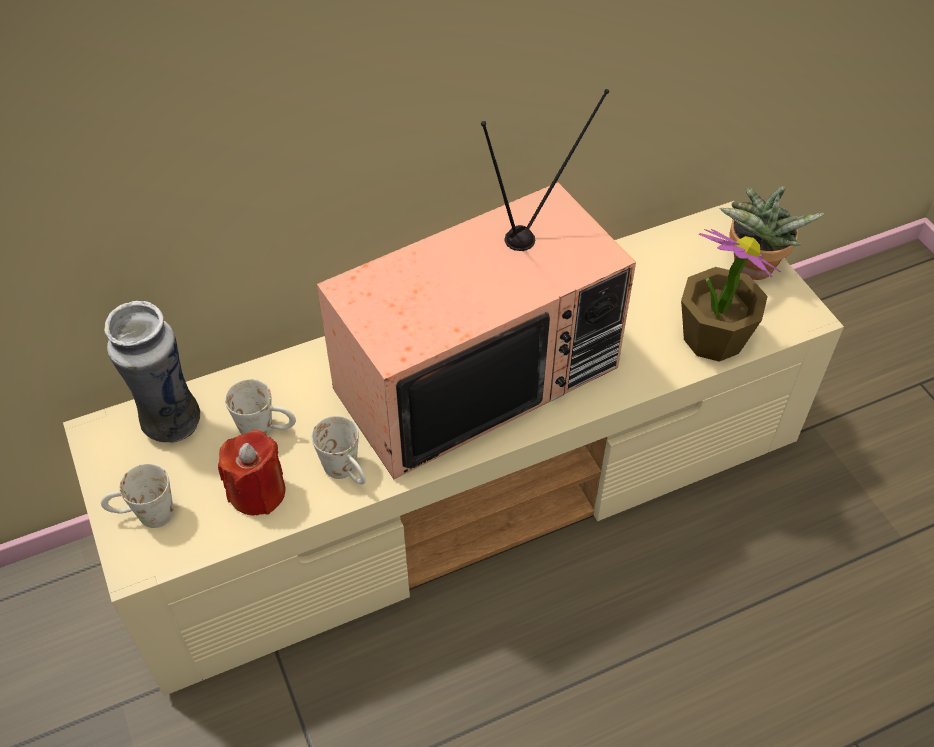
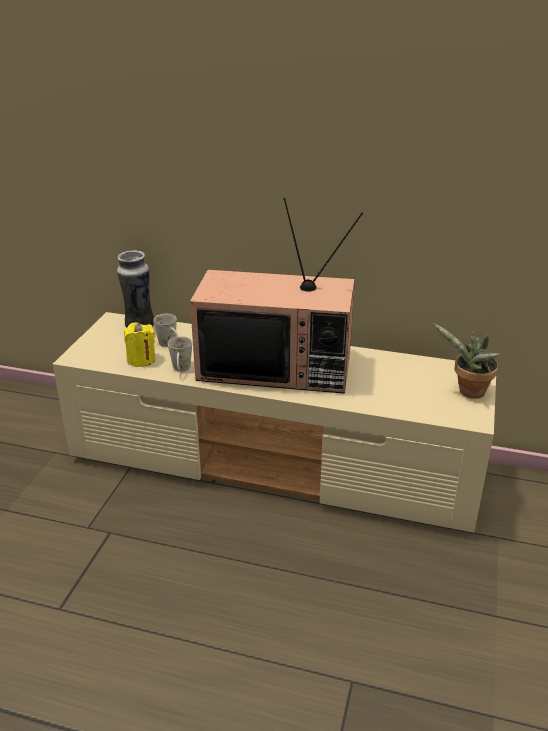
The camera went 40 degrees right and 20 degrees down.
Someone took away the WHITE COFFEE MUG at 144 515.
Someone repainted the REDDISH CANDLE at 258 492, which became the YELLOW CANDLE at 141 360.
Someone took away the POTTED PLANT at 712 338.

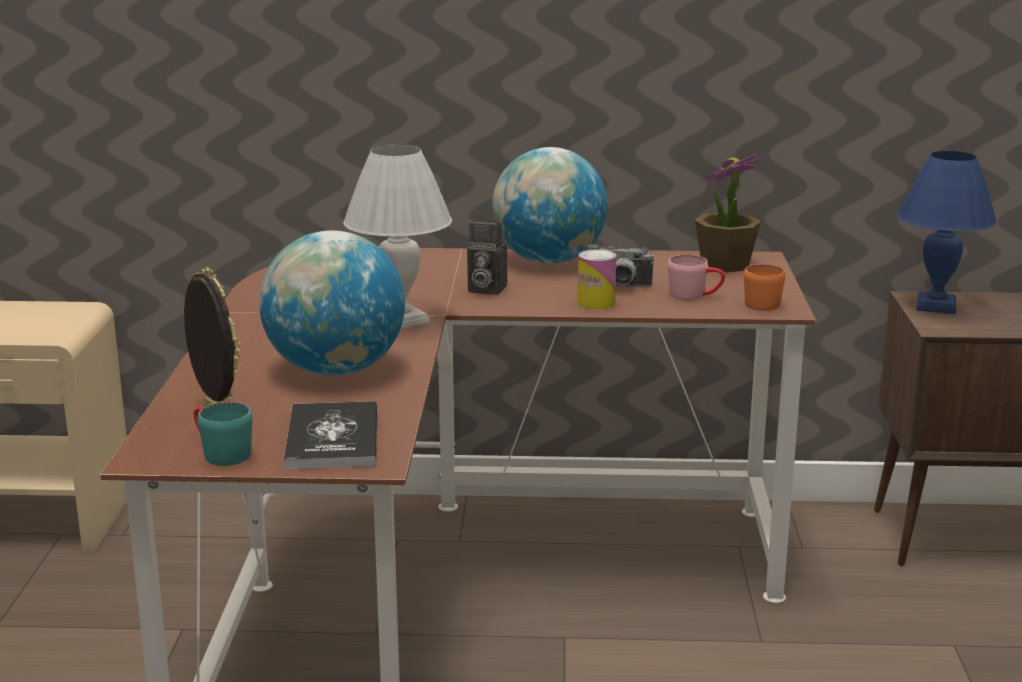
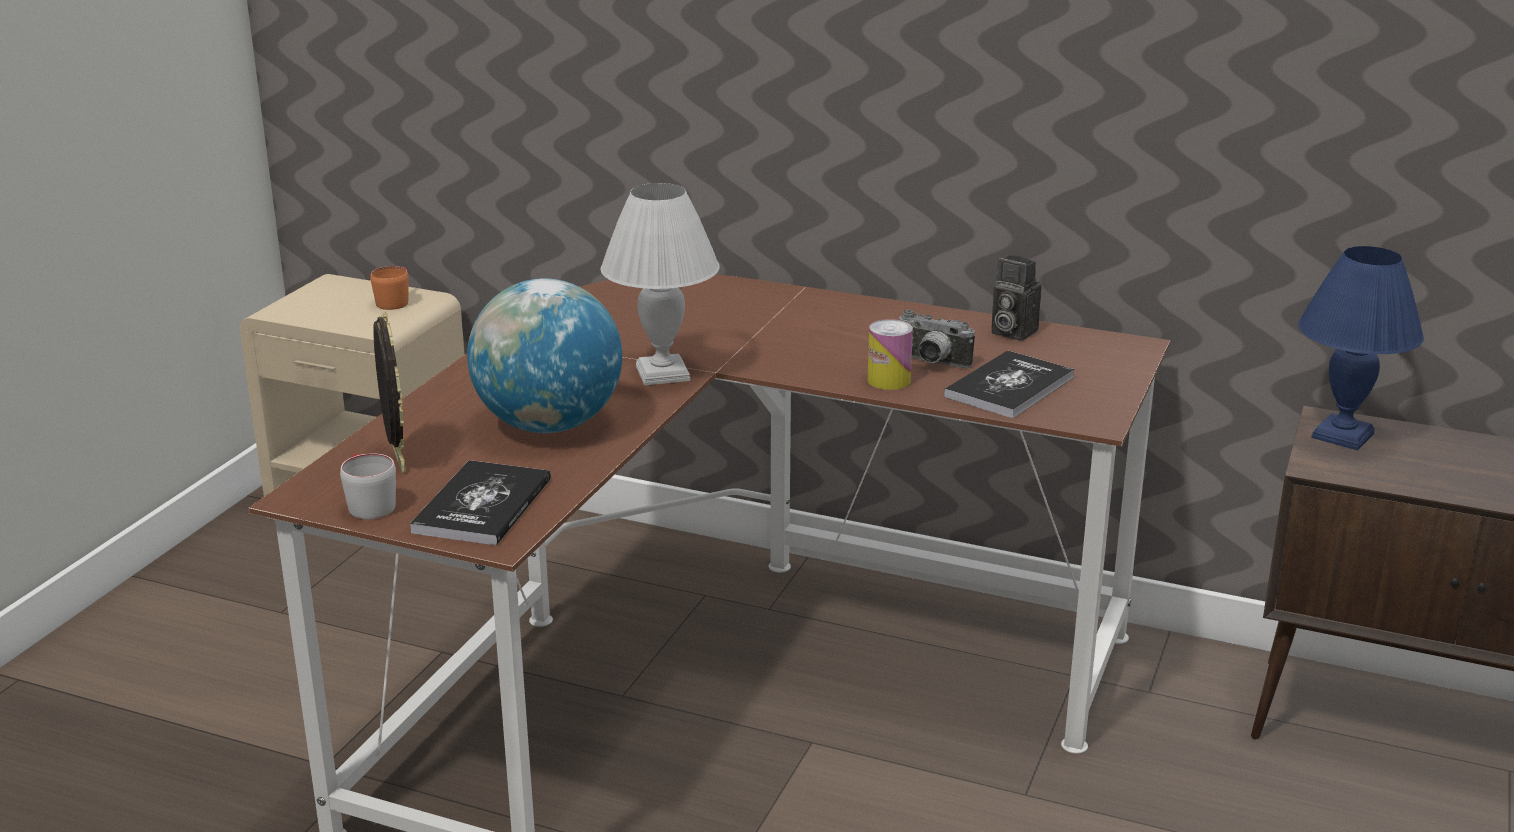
The camera went 20 degrees right and 5 degrees up.
Someone repainted the TURQUOISE-COLOURED COFFEE MUG at 220 453, which became the GREYISH COFFEE MUG at 368 503.
Someone carried the STILL CAMERA from 484 289 to 1010 332.
Someone took away the WORLD GLOBE at 549 261.
Someone swapped the PINK-COLOURED COFFEE MUG at 695 295 for the BOOK at 1009 387.
Someone took away the POTTED PLANT at 725 265.
Someone carried the ORANGE COFFEE MUG from 759 302 to 395 301.

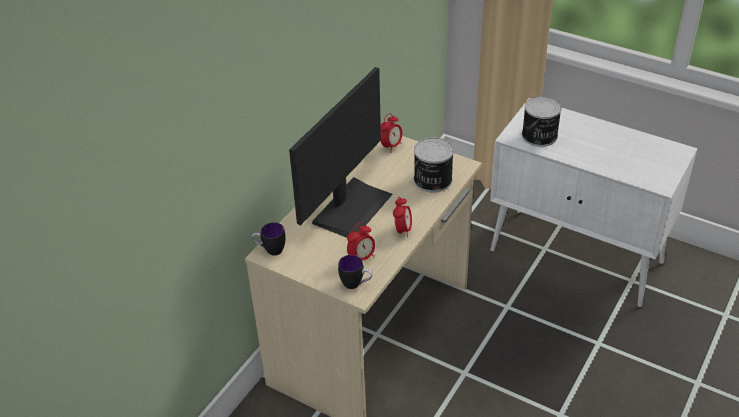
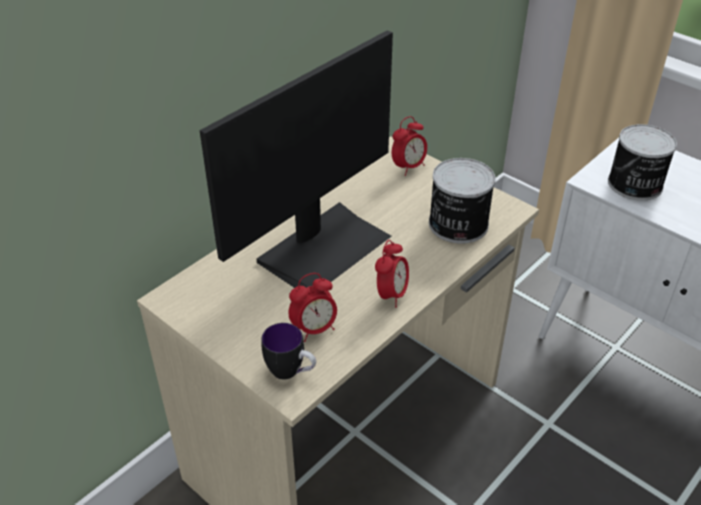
The camera went 10 degrees right and 0 degrees up.
Someone took away the COFFEE MUG at 270 250.

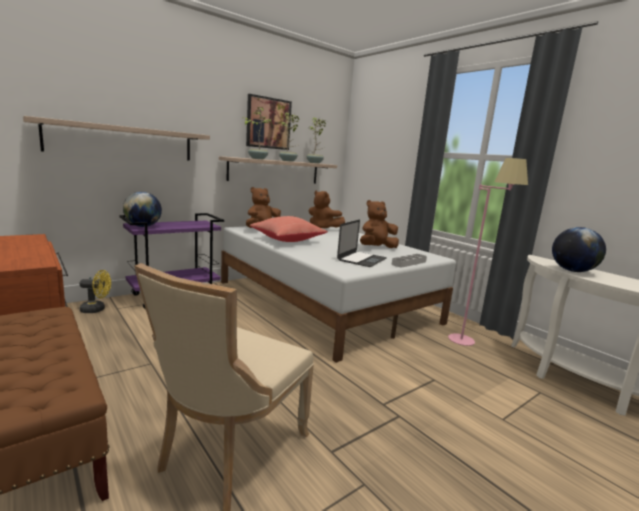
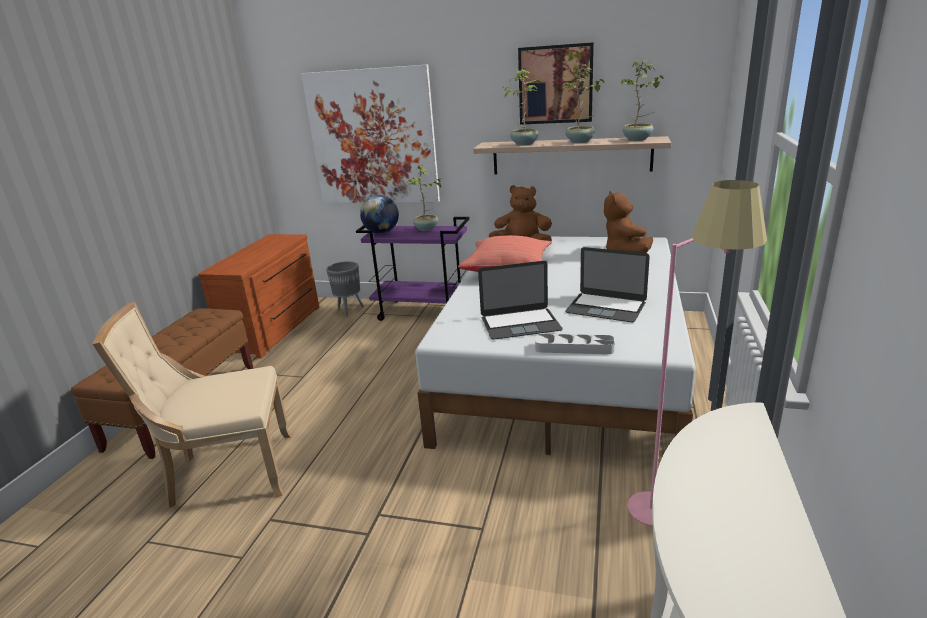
The camera went 55 degrees right and 10 degrees up.
Someone swapped the BRACKET SHELF at 122 142 for the PICTURE at 373 138.
Someone swapped the YELLOW ELECTRIC FAN at 96 309 for the GREYISH PLANTER at 349 310.
Someone swapped the BROWN-COLOURED PLUSH TOY at 376 248 for the LAPTOP at 606 307.
Someone took away the WORLD GLOBE at 572 271.
Someone put down the POTTED PLANT at 426 229.

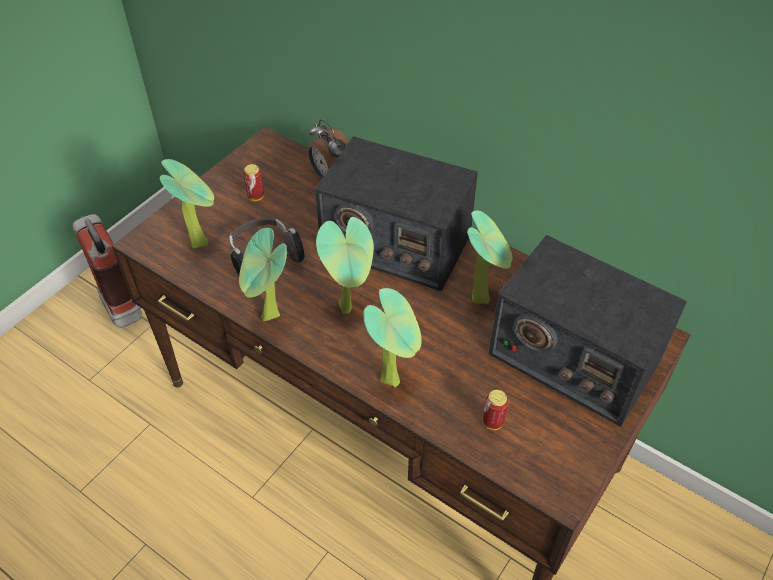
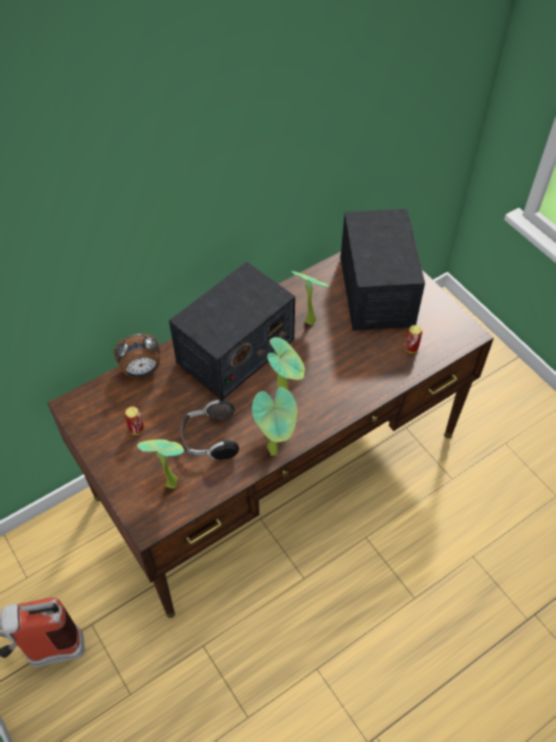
The camera went 70 degrees left and 5 degrees up.
Someone took away the POTTED PLANT at 394 379.
Someone rotated the RADIO at 572 357 by 60 degrees counterclockwise.

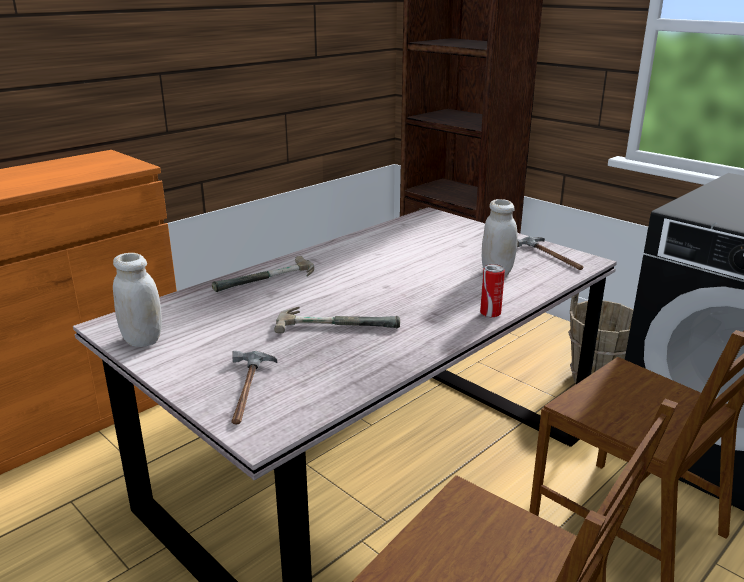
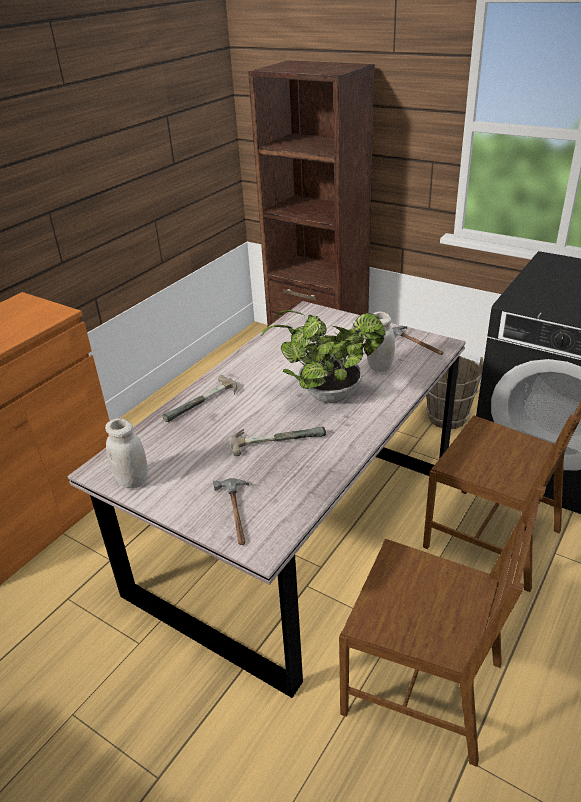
The camera went 10 degrees left and 10 degrees up.
Someone took away the METAL CAN at 490 313.
Someone put down the POTTED PLANT at 325 395.

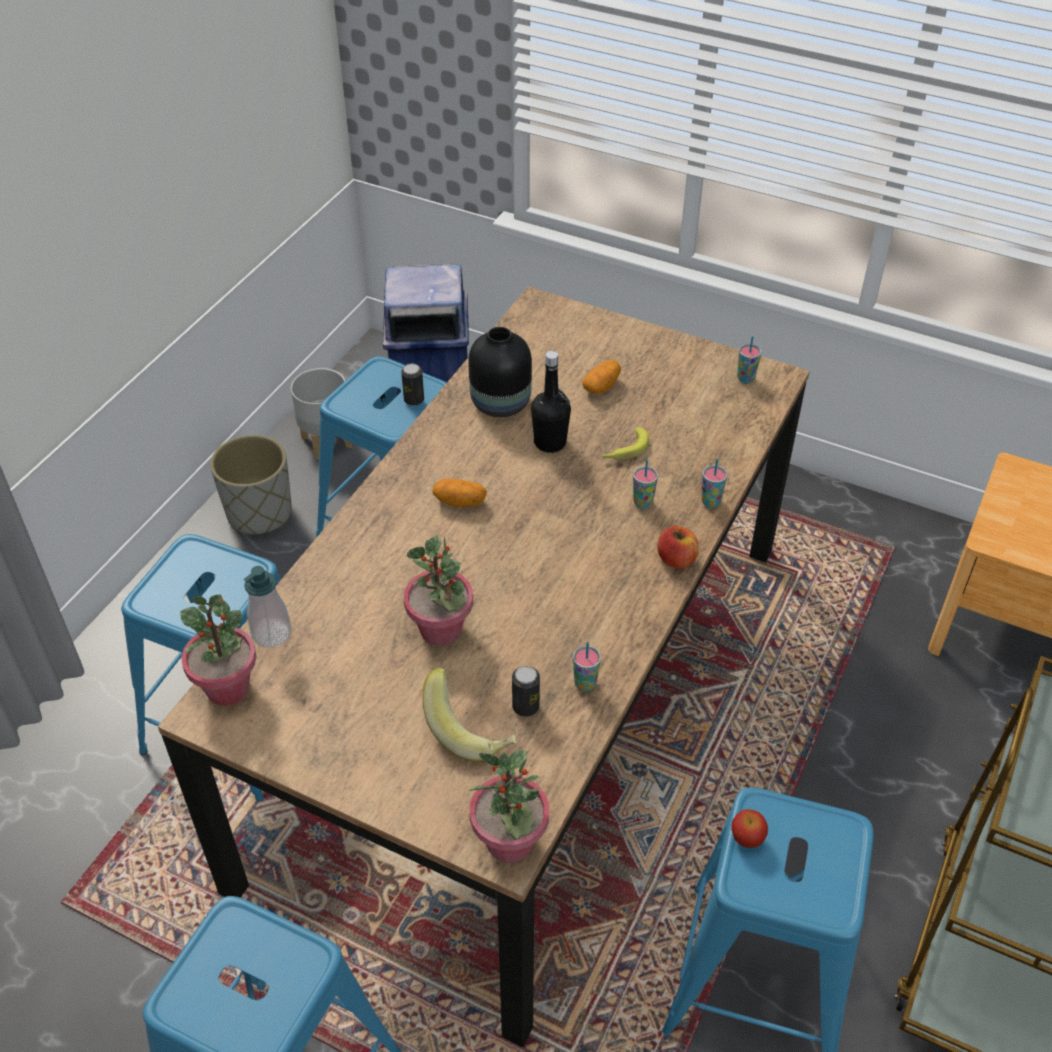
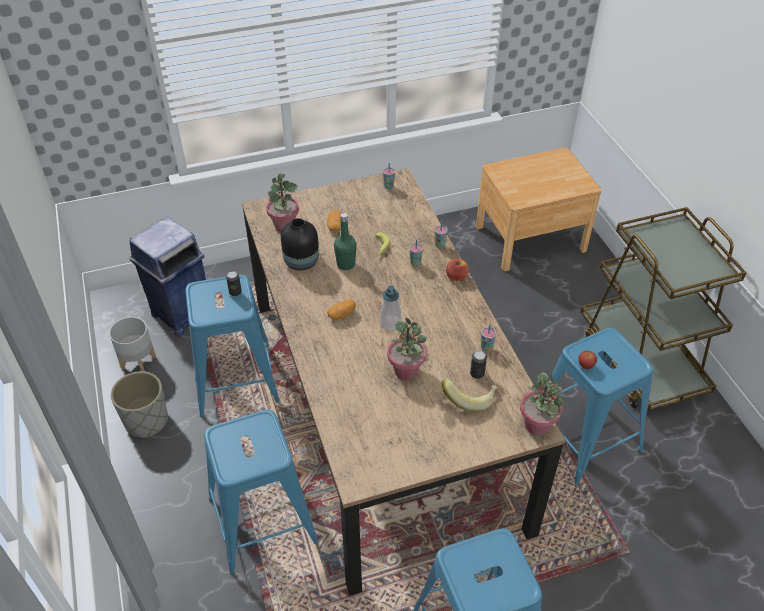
The camera went 45 degrees left and 0 degrees up.
Someone carried the POTTED PLANT from 228 688 to 284 226.
Someone carried the SOAP BOTTLE from 271 633 to 390 323.
Someone repainted the BLACK-COLOURED BEVERAGE BOTTLE at 550 443, which became the GREENISH BEVERAGE BOTTLE at 346 264.

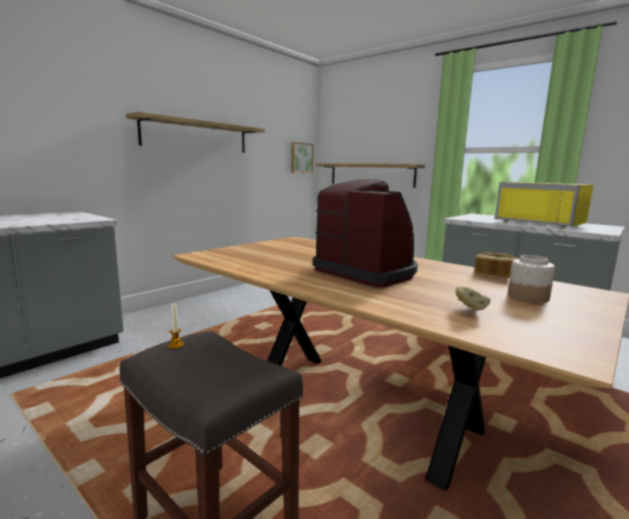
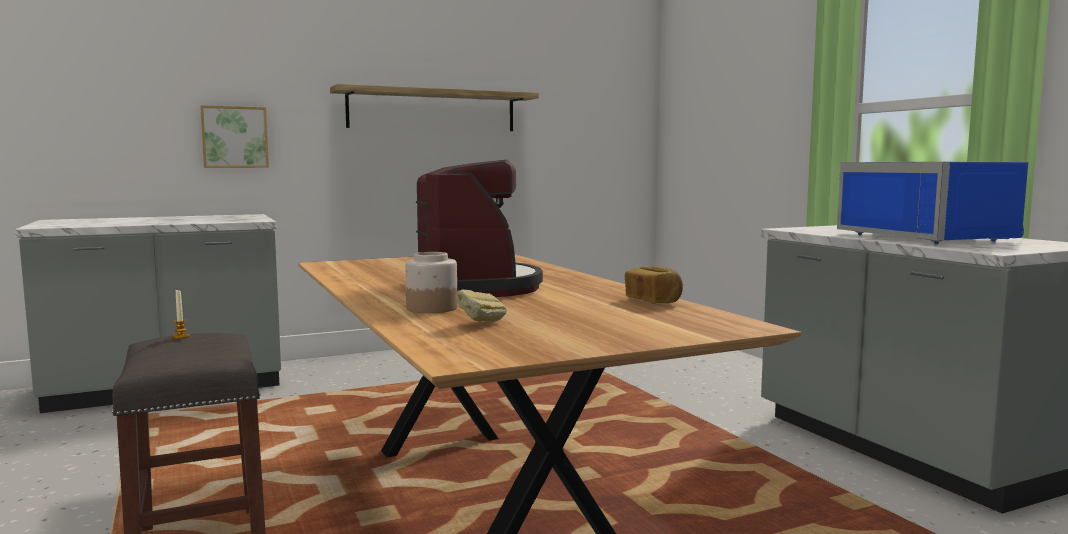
The camera went 25 degrees right and 5 degrees down.
Someone carried the PICTURE from 301 158 to 235 137.
Someone took away the BRACKET SHELF at 371 175.
Someone repainted the YELLOW MICROWAVE at 542 223, which became the BLUE-COLOURED MICROWAVE at 933 237.
Someone carried the JAR from 527 297 to 431 308.

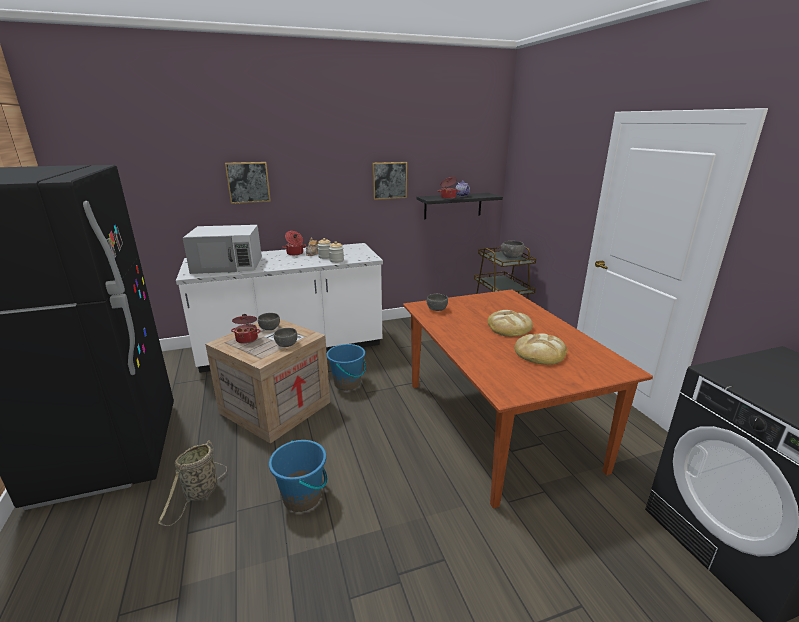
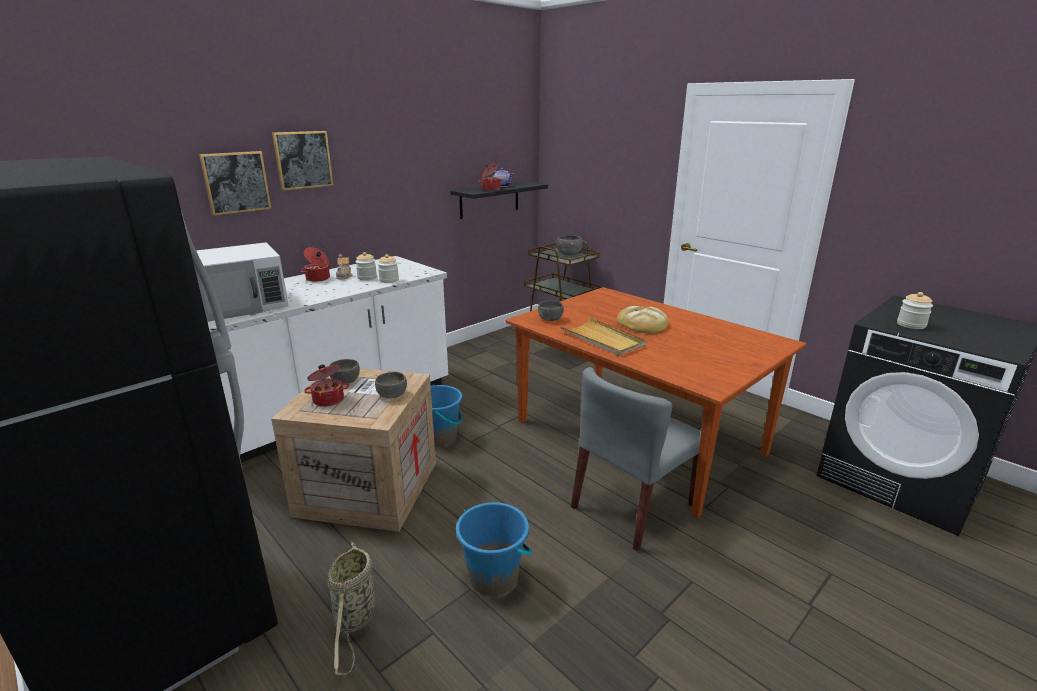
The camera went 25 degrees left and 0 degrees up.
Someone carried the PICTURE from 389 180 to 303 160.
Someone took away the BREAD at 540 352.
Someone put down the BEIGE-COLOURED TRAY at 603 339.
Someone put down the GREYISH PLAIN CHAIR at 632 506.
Someone put down the JAR at 911 325.

